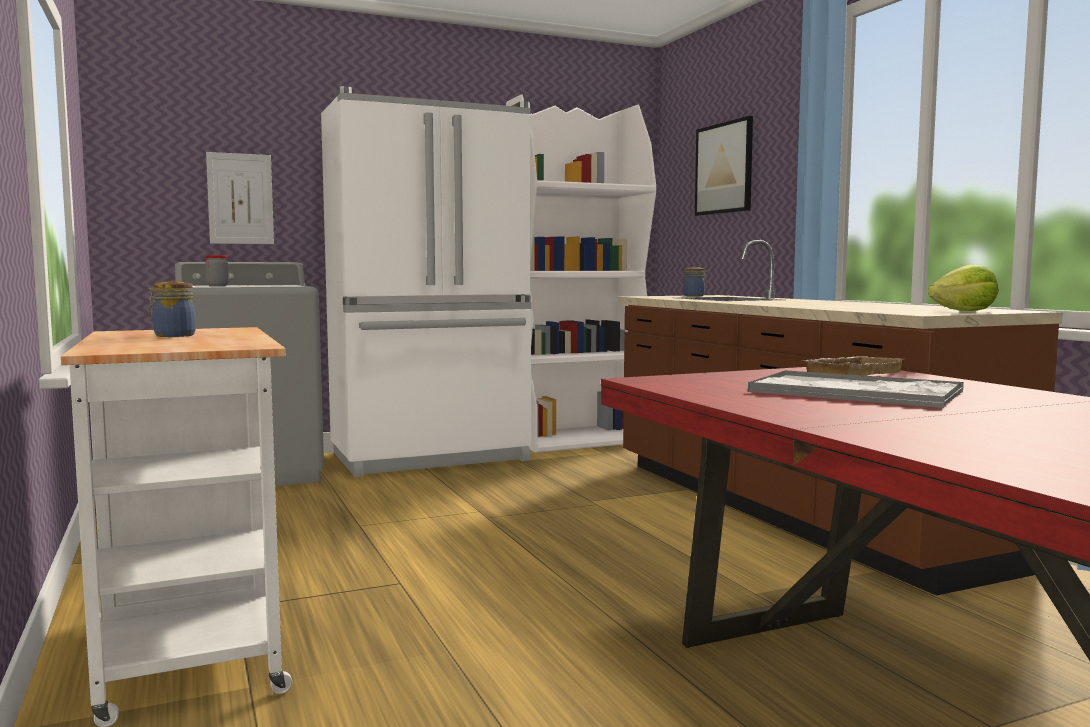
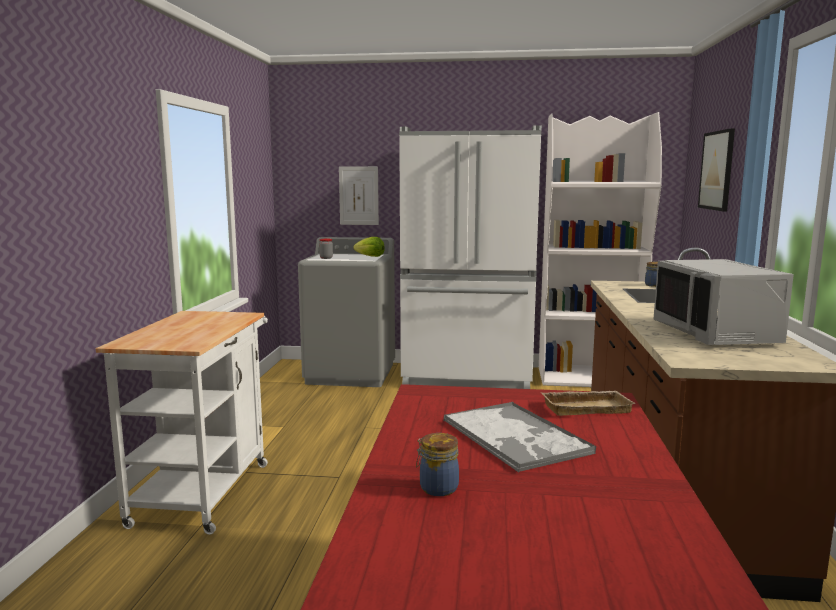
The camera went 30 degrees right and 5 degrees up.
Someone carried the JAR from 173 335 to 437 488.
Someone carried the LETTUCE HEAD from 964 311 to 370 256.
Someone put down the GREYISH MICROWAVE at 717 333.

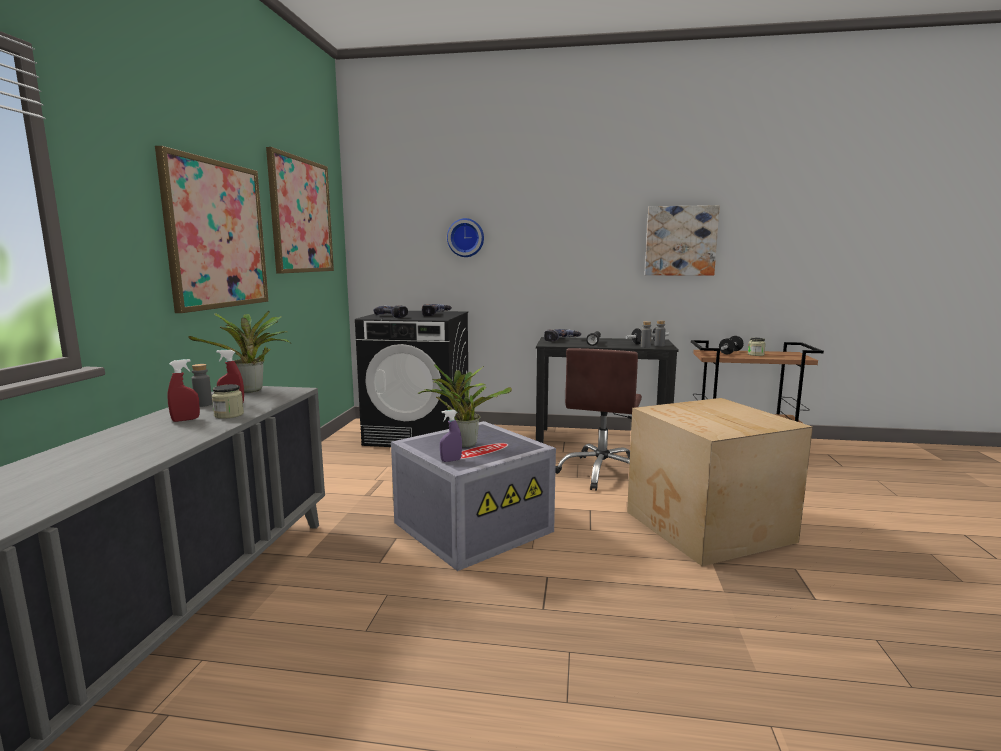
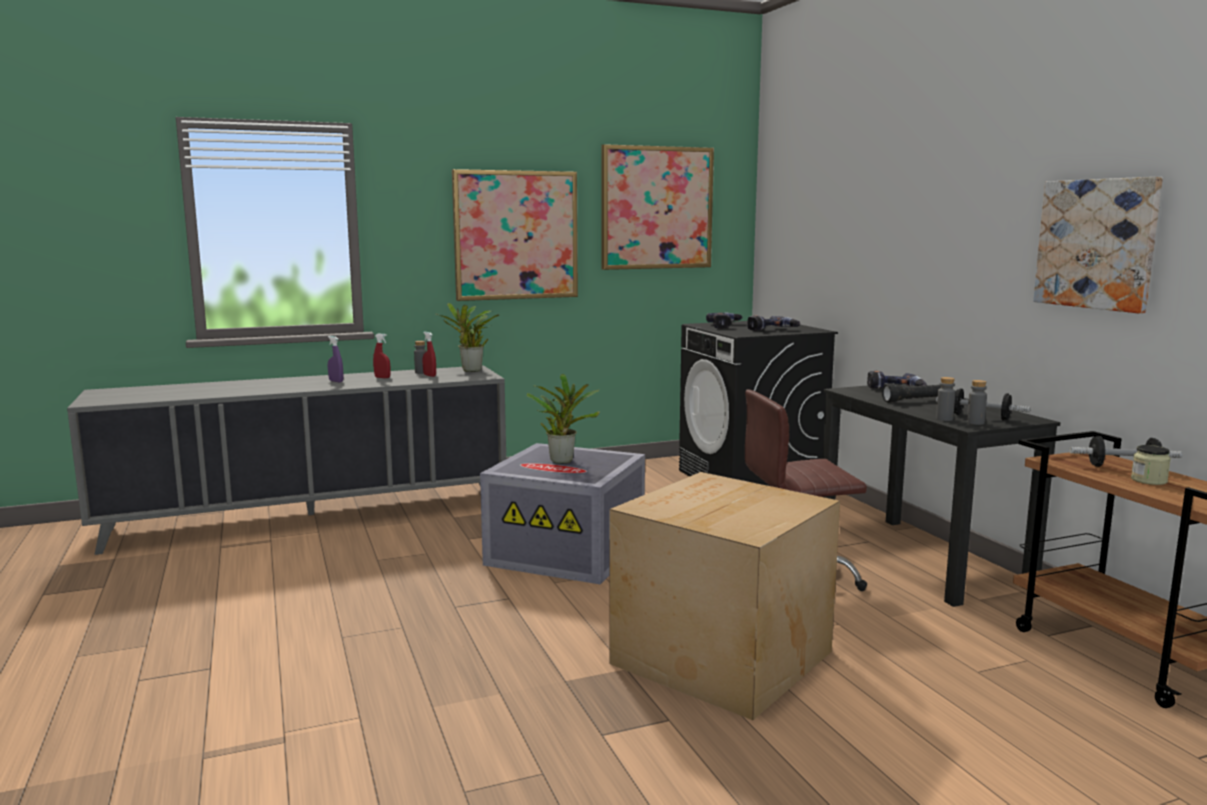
The camera went 60 degrees right and 0 degrees up.
Someone took away the JAR at 229 415.
Someone carried the PURPLE SPRAY BOTTLE from 451 460 to 336 381.
Someone took away the CLOCK ON THE WALL at 466 238.

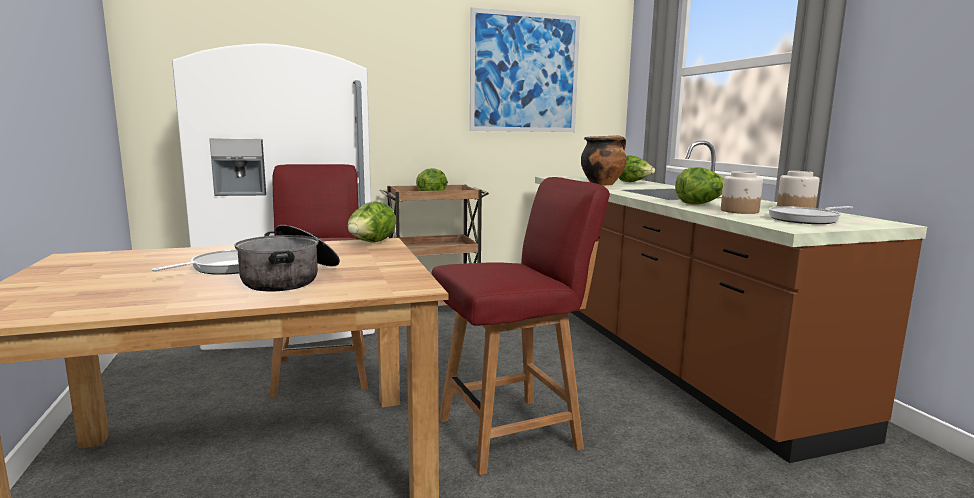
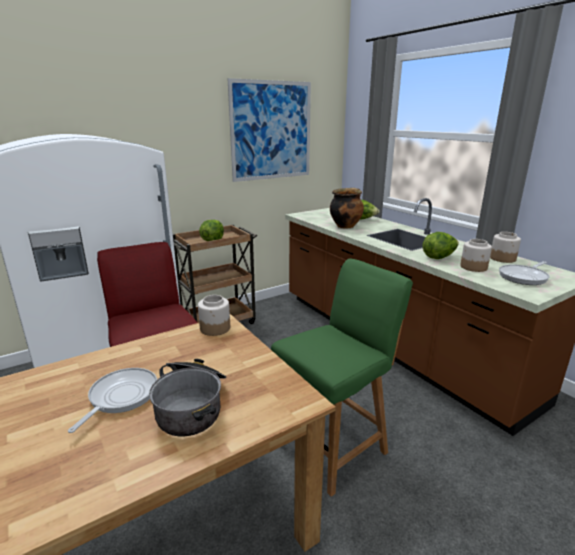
The camera went 15 degrees left and 10 degrees up.
Someone swapped the LETTUCE HEAD at 371 243 for the JAR at 215 328.
Someone repainted the REDDISH PLAIN CHAIR at 512 432, which became the GREENISH PLAIN CHAIR at 334 447.

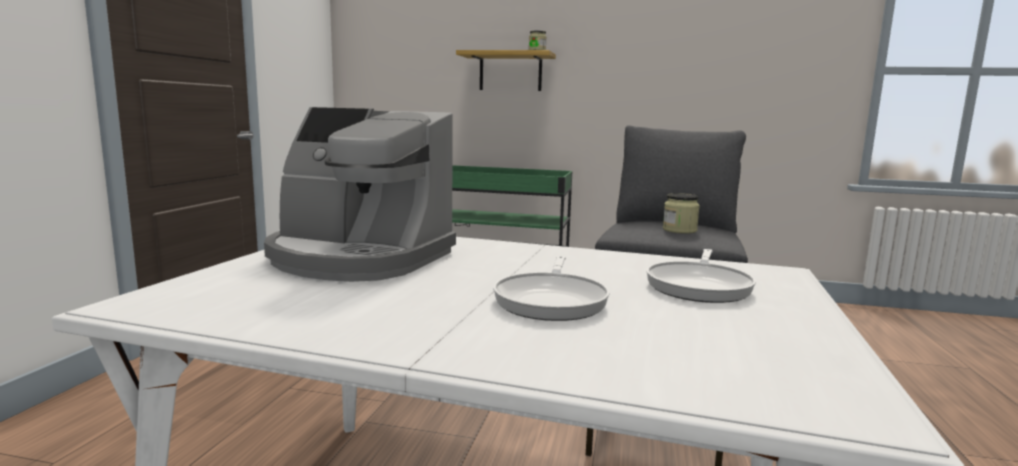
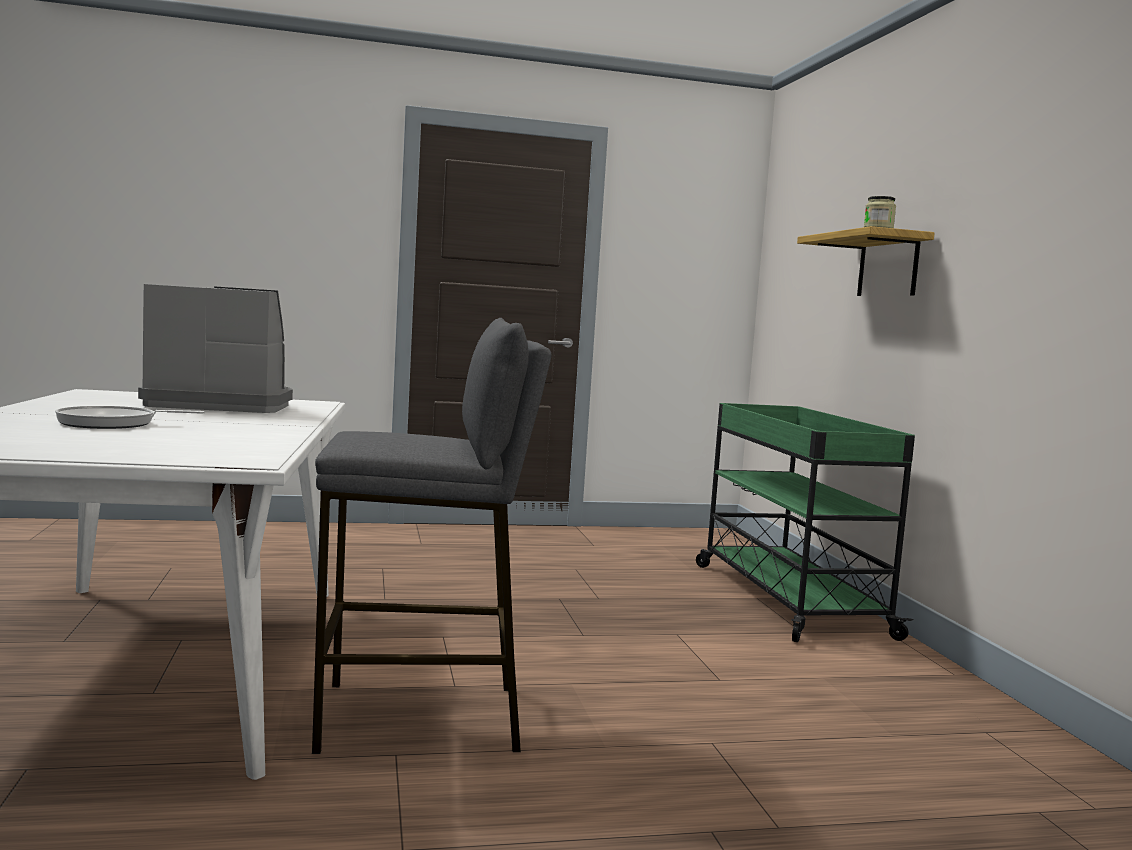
The camera went 65 degrees right and 5 degrees down.
Someone rotated the COFFEE BREWER at 358 258 by 90 degrees clockwise.
Someone took away the SKILLET at 699 286.
Someone took away the JAR at 679 230.

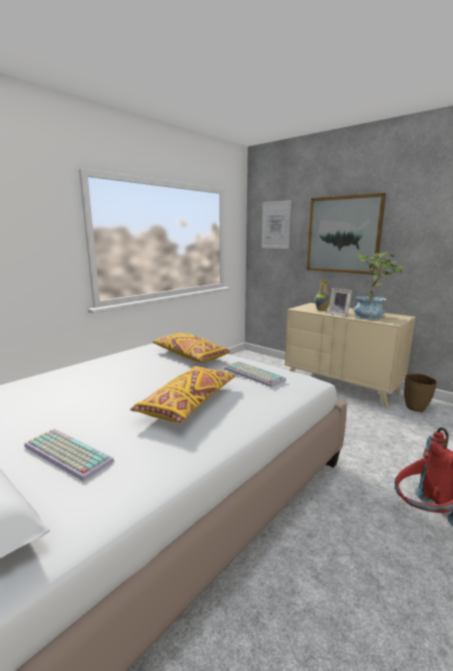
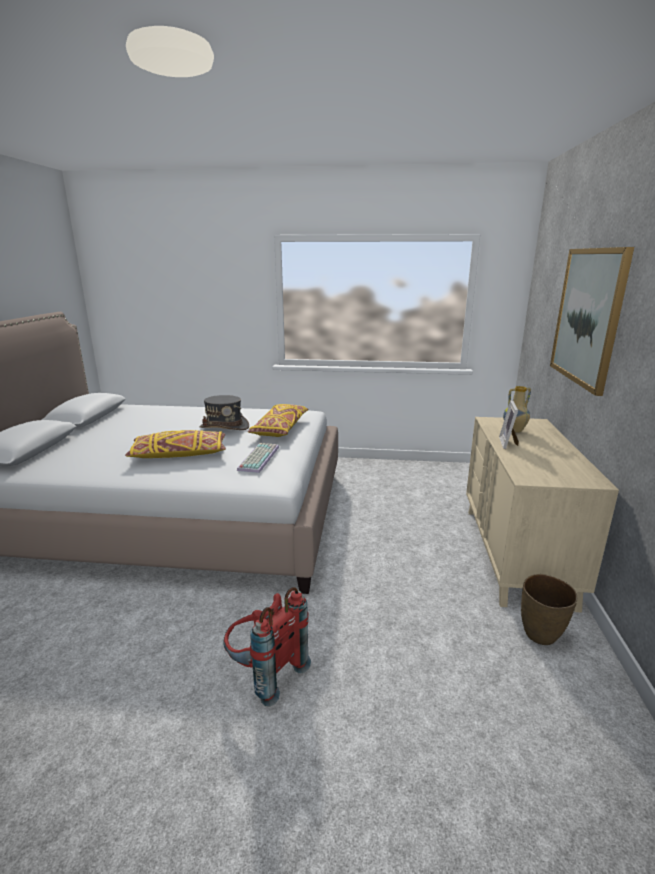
The camera went 55 degrees right and 5 degrees up.
Someone took away the KEYBOARD at 65 454.
Someone took away the PICTURE at 275 225.
Someone took away the POTTED PLANT at 372 316.
Someone put down the GREYISH CLOTHING HAT at 224 427.

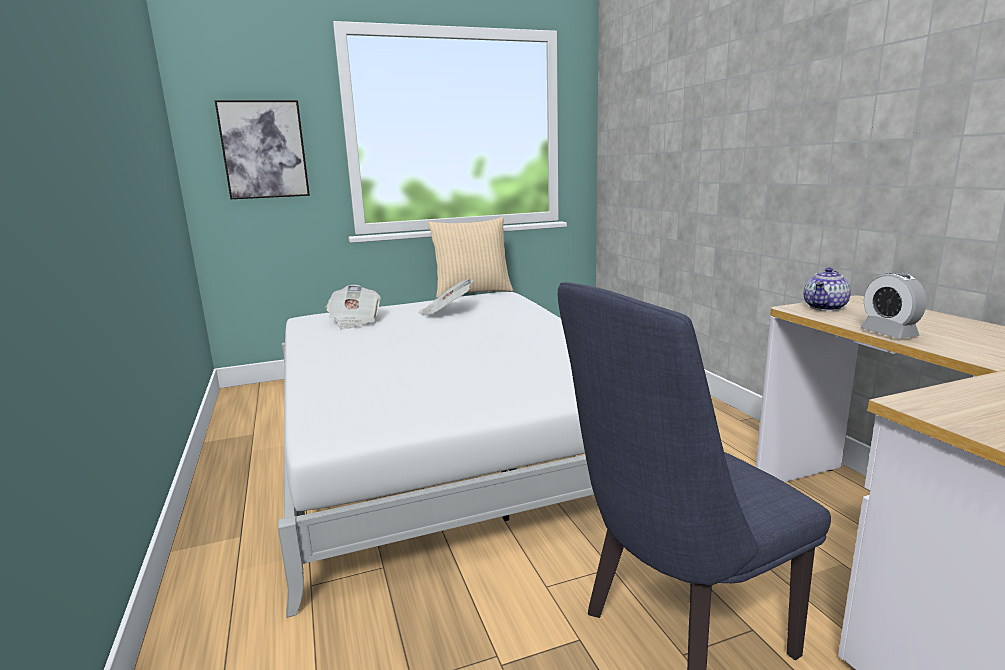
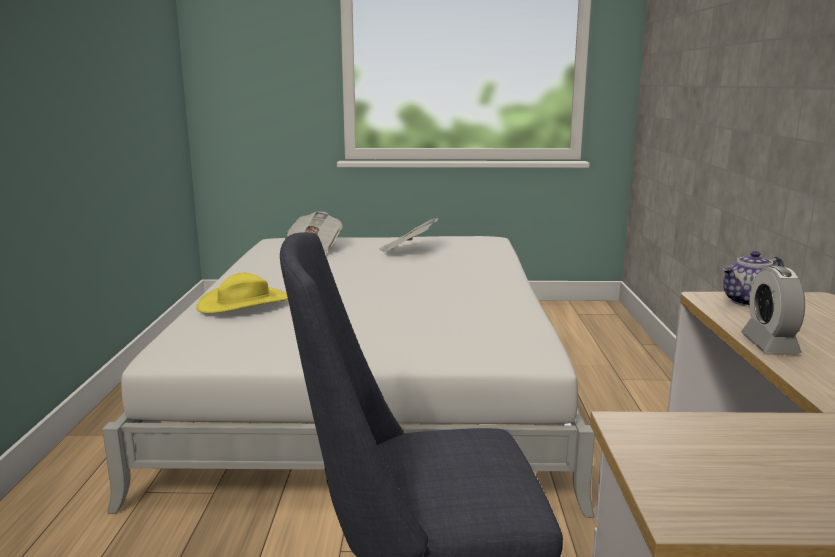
The camera went 20 degrees right and 0 degrees up.
Someone took away the PICTURE at 264 150.
Someone took away the BEIGE-COLOURED THROW PILLOW at 472 292.
Someone put down the YELLOW CLOTHING HAT at 244 303.

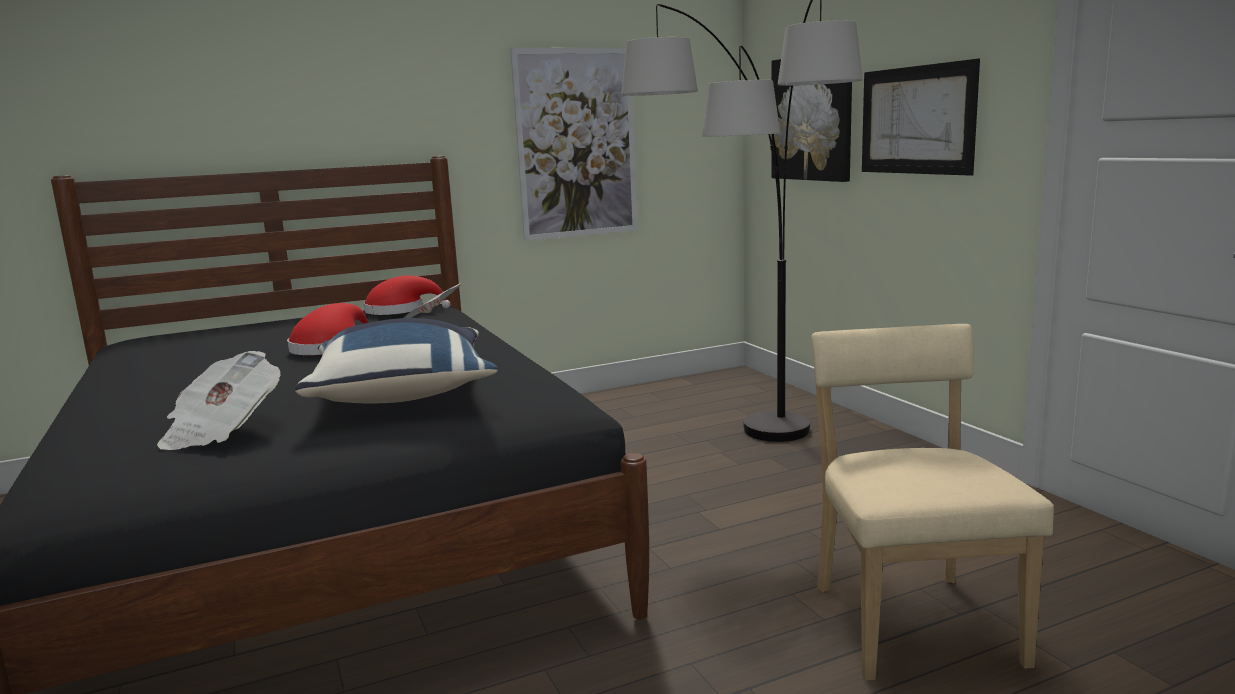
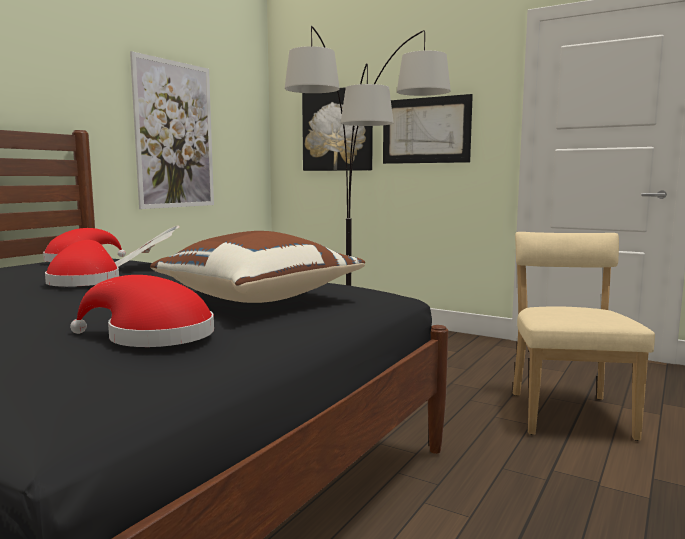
The camera went 35 degrees left and 5 degrees down.
Someone swapped the NEWSPAPER at 222 431 for the REDDISH CLOTHING HAT at 153 336.
Someone repainted the BLUE-COLOURED THROW PILLOW at 404 394, which became the BROWN-COLOURED THROW PILLOW at 258 298.
Someone rotated the BEIGE-COLOURED PLAIN CHAIR at 911 620 by 45 degrees clockwise.

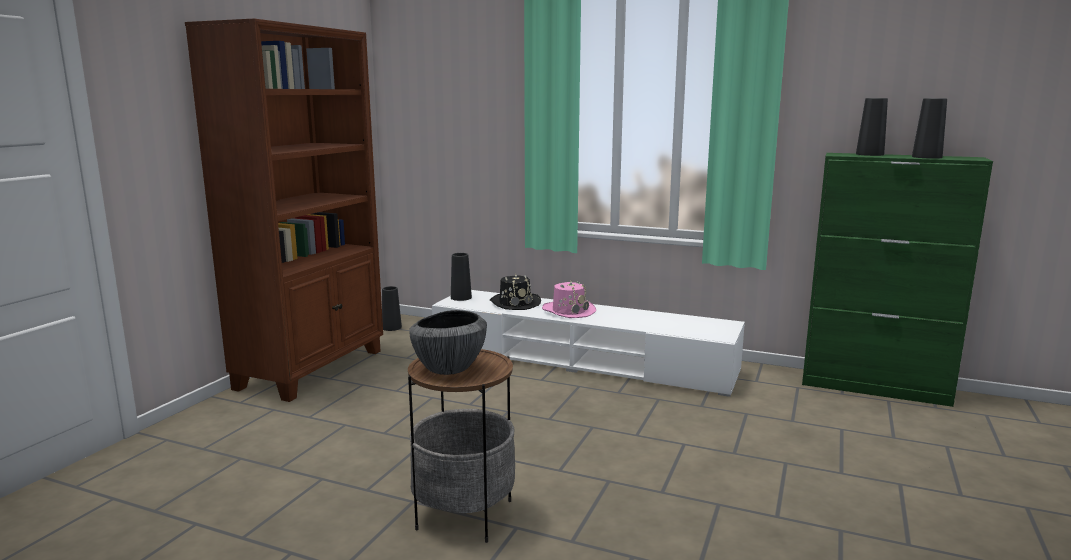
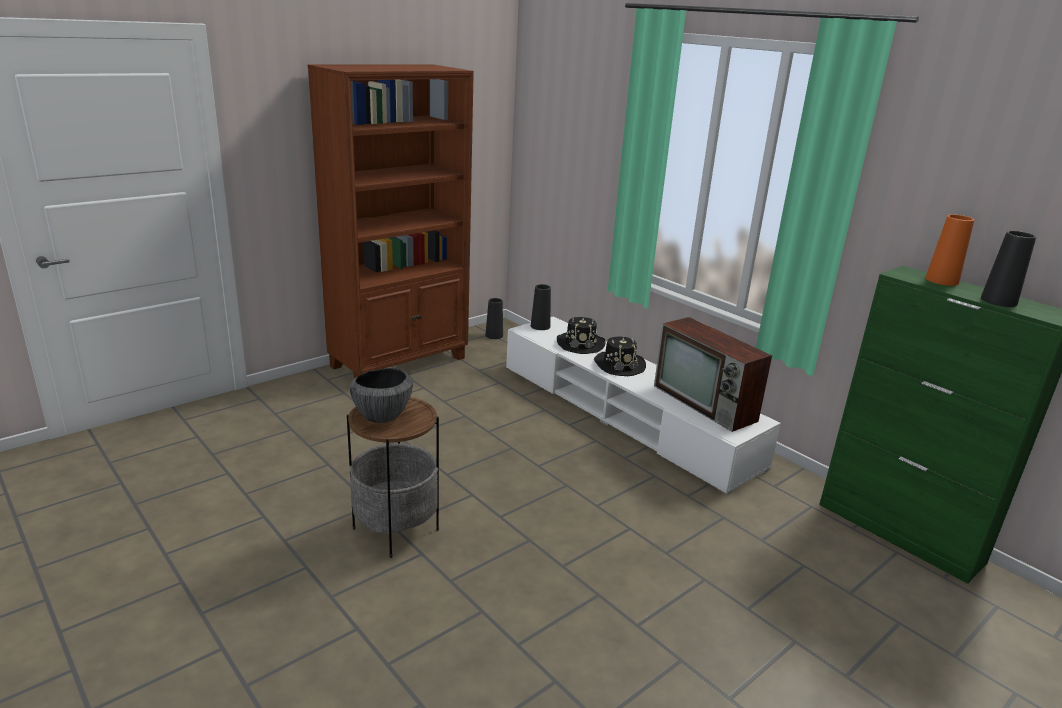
The camera went 25 degrees right and 10 degrees up.
Someone repainted the PINK-COLOURED CLOTHING HAT at 568 311, which became the BLACK-COLOURED CLOTHING HAT at 619 365.
Someone repainted the BLACK-COLOURED VASE at 869 154, which became the ORANGE VASE at 942 280.
Someone put down the TV at 706 404.

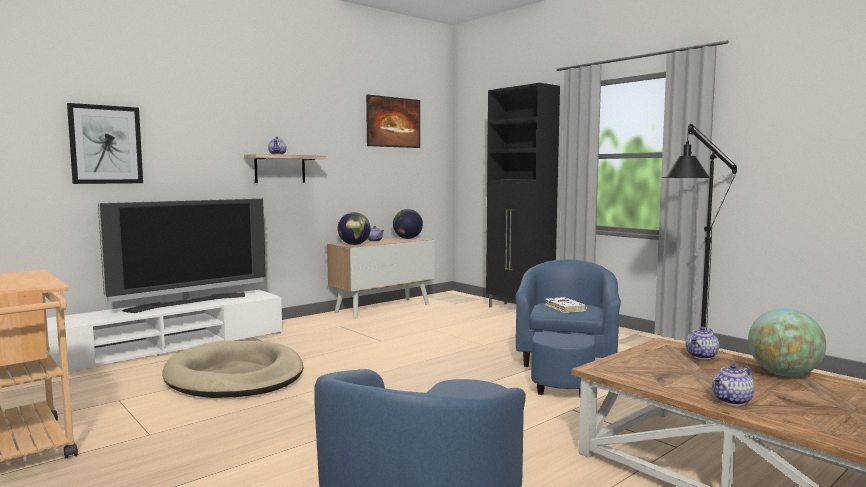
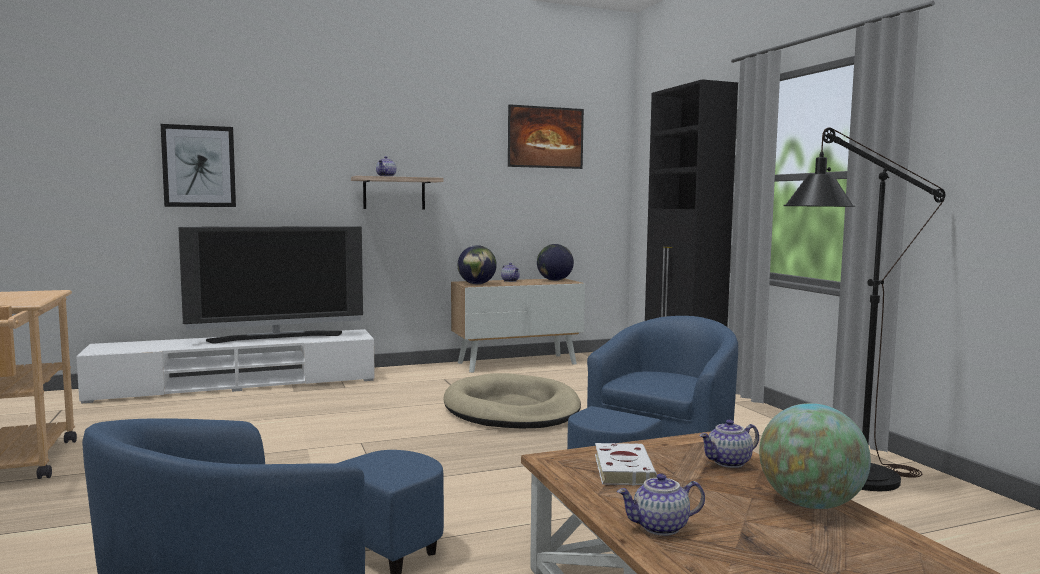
The camera went 20 degrees right and 0 degrees up.
Someone carried the BEIGE-COLOURED DOG CUSHION from 235 376 to 512 409.
Someone carried the WHITE BOOK from 563 307 to 623 469.

